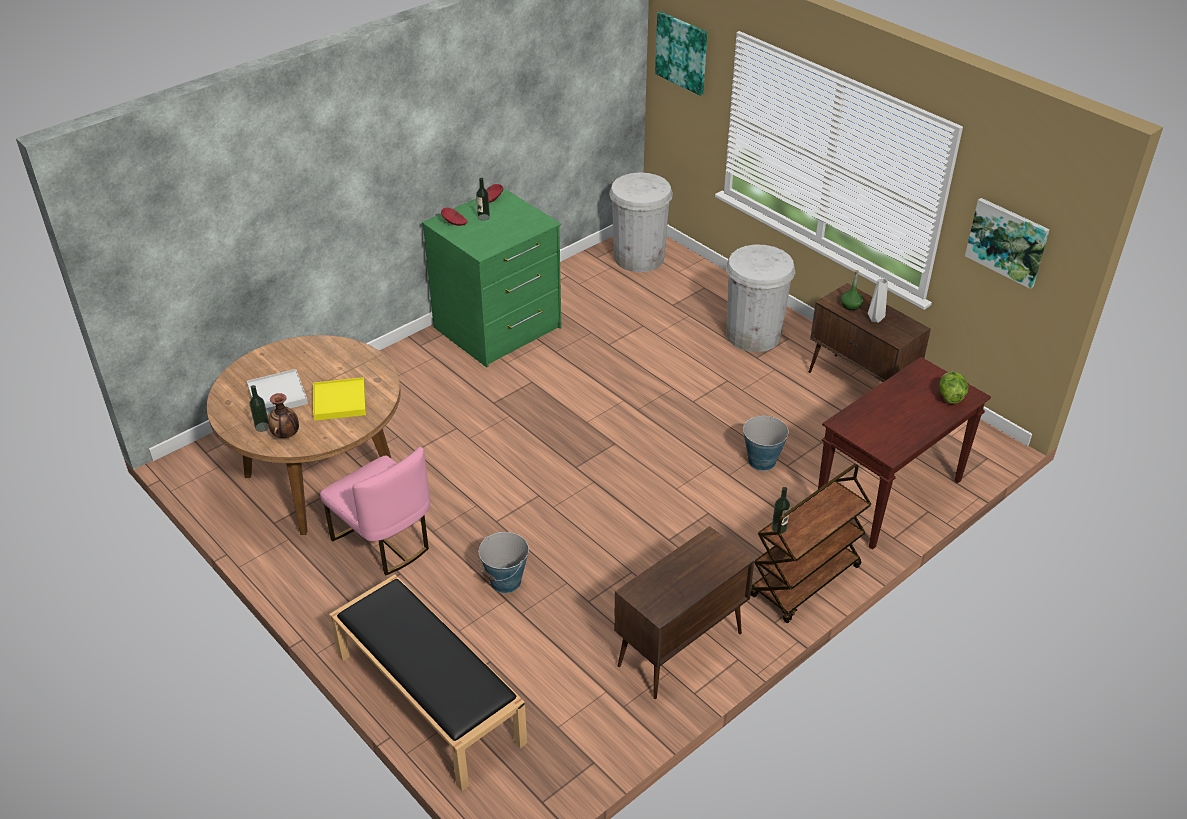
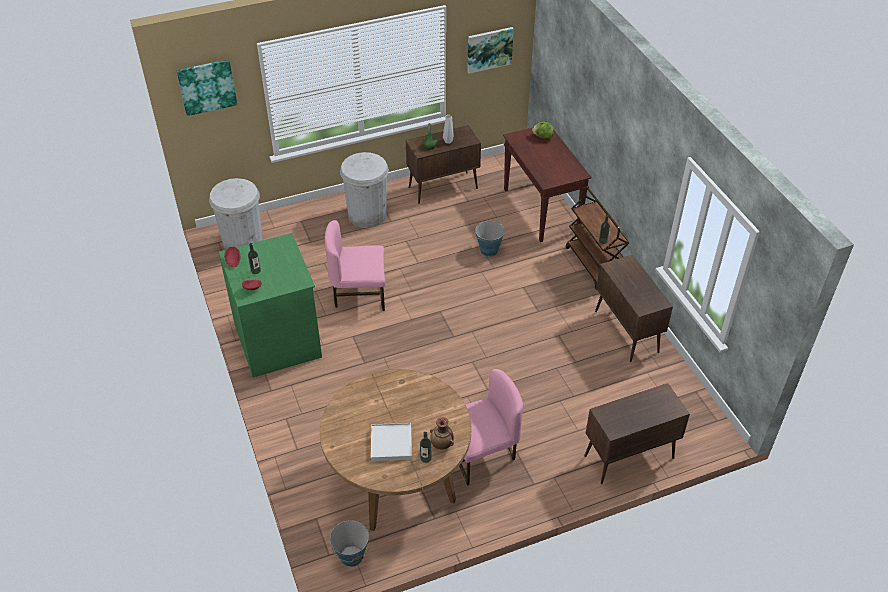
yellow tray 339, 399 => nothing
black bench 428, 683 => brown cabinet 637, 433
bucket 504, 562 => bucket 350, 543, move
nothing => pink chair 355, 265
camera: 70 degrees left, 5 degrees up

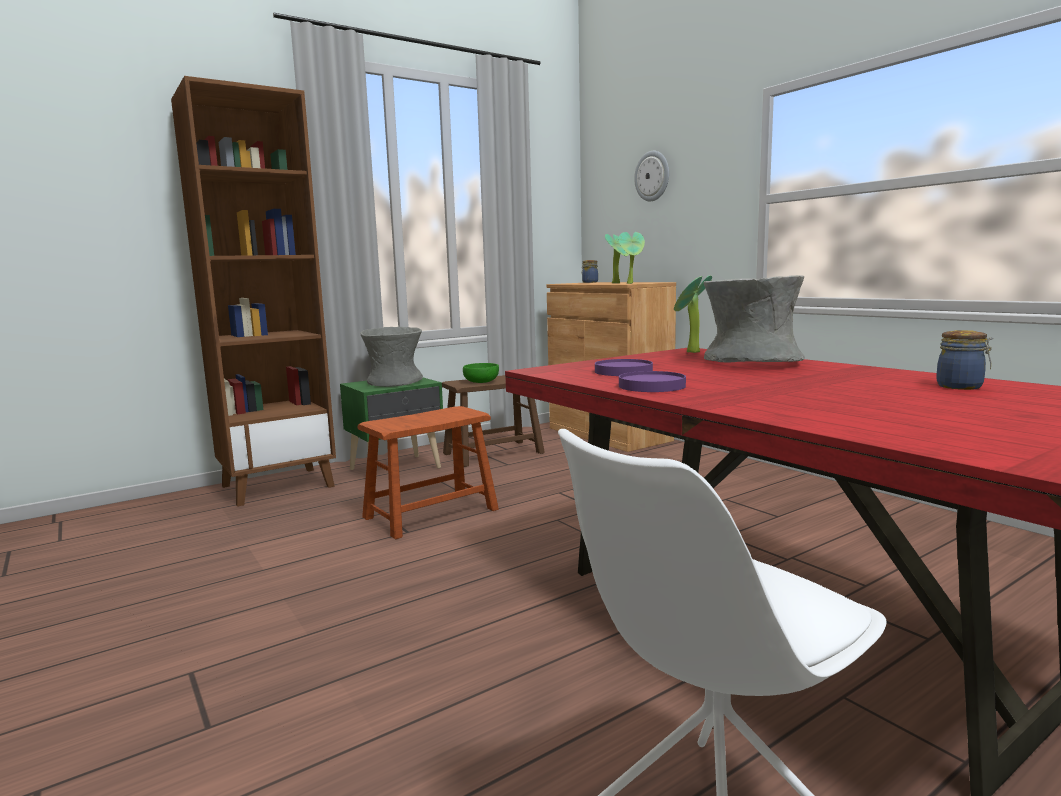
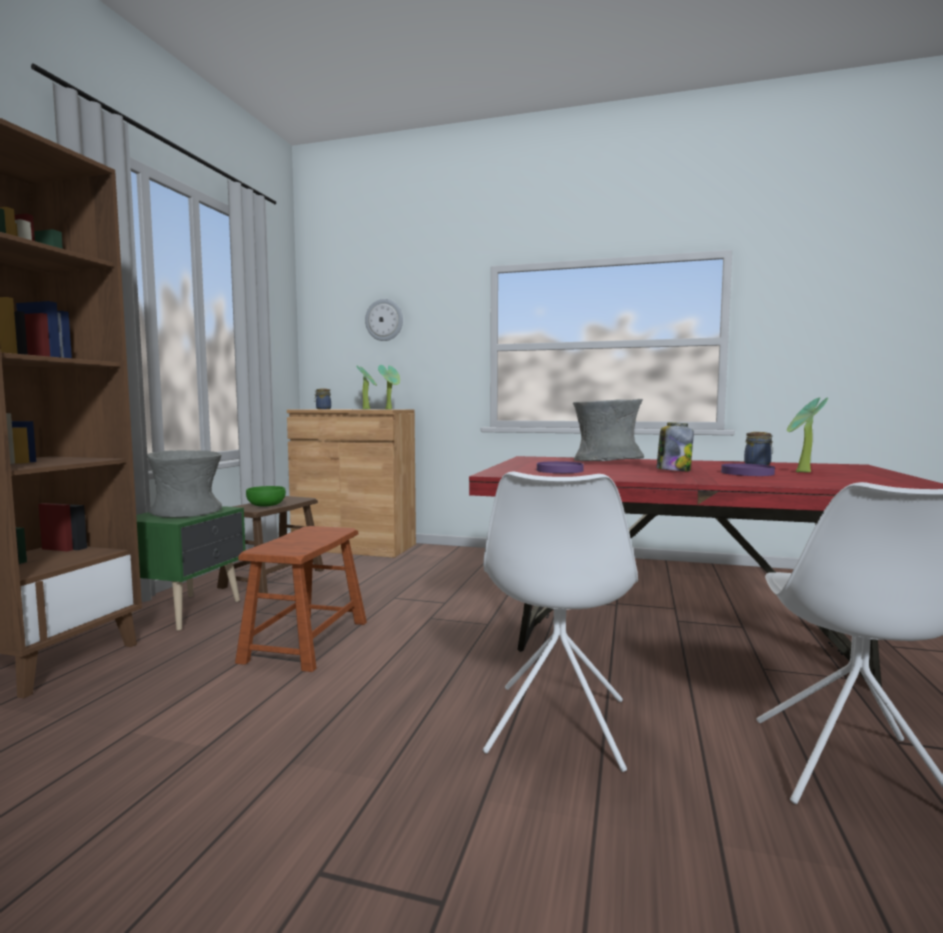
purple plate 652, 381 => purple plate 748, 469, move
potted plant 693, 314 => potted plant 807, 435, move
nothing => white chair 560, 622
nothing => jar 675, 446
camera: 40 degrees left, 5 degrees down

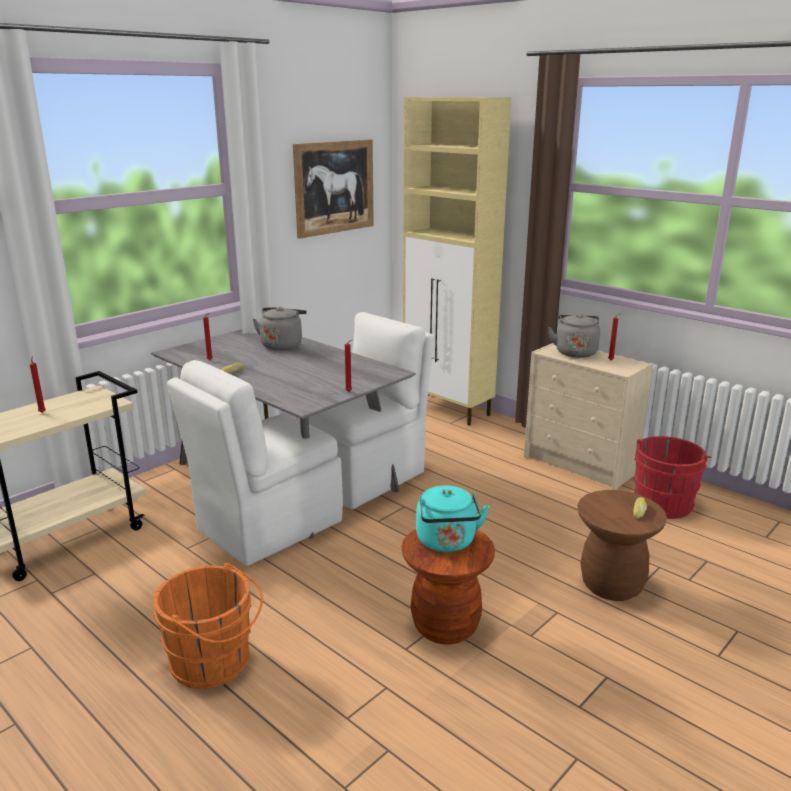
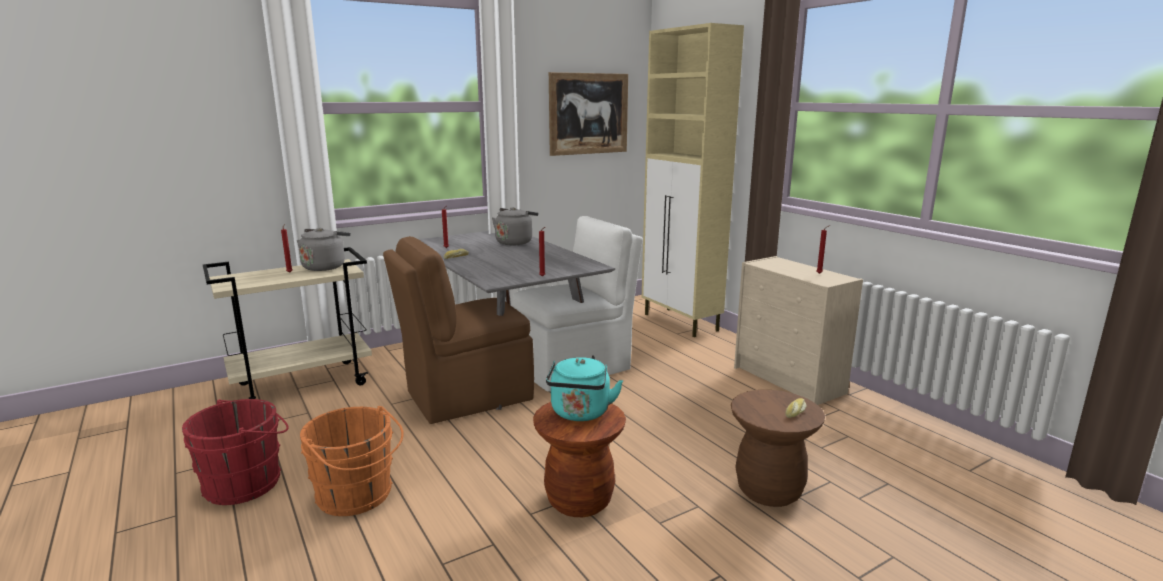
white chair 255, 463 => brown chair 458, 330
grey kettle 574, 336 => grey kettle 324, 249, move
red bucket 672, 477 => red bucket 235, 452, move
camera: 15 degrees right, 5 degrees down

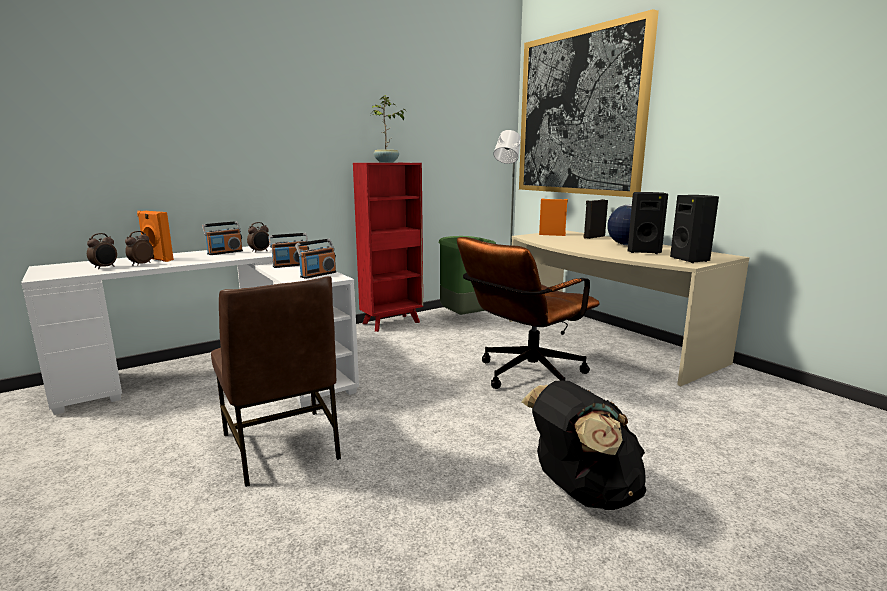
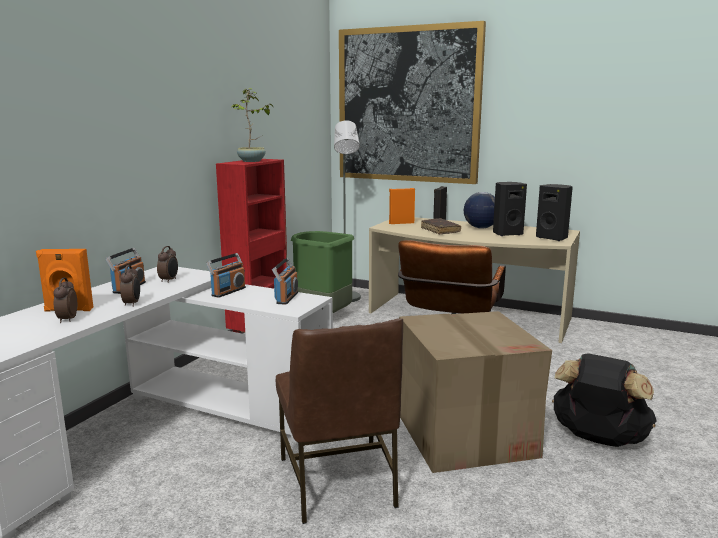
alarm clock 102, 251 => alarm clock 130, 286, move
brown chair 276, 381 => brown chair 339, 421, 45 degrees clockwise
nothing => cardboard box 475, 392
nothing => brown book 441, 226
camera: 30 degrees left, 0 degrees up

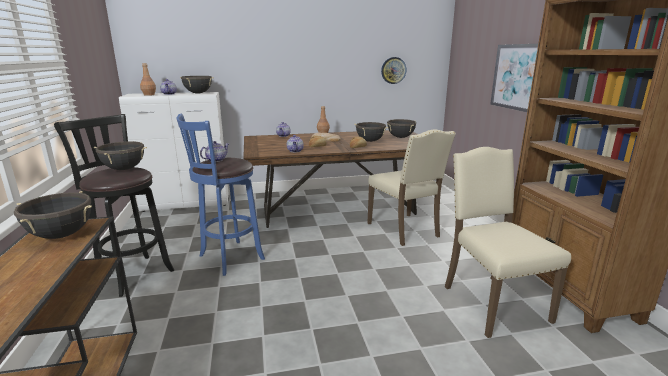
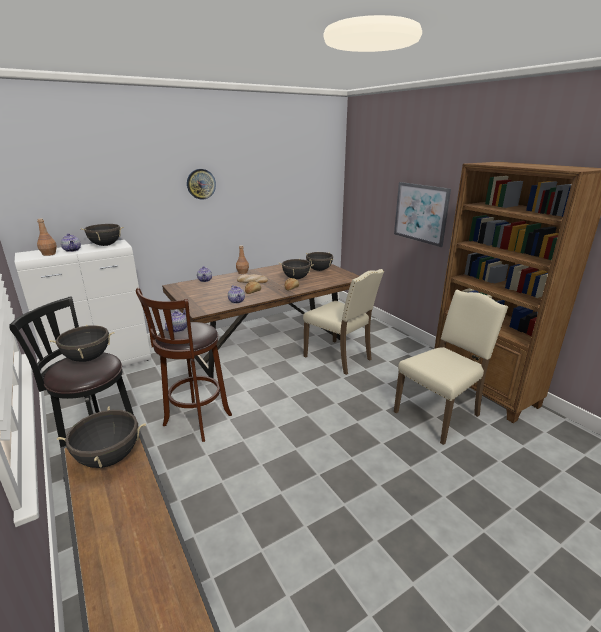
blue stool 221, 195 => brown stool 184, 365
wall clock 393, 70 => wall clock 201, 184, move
beige chair 508, 242 => beige chair 451, 367, 90 degrees clockwise
camera: 20 degrees left, 5 degrees up

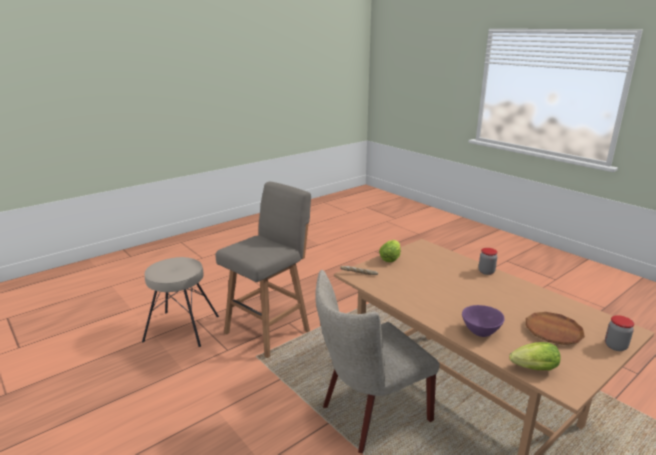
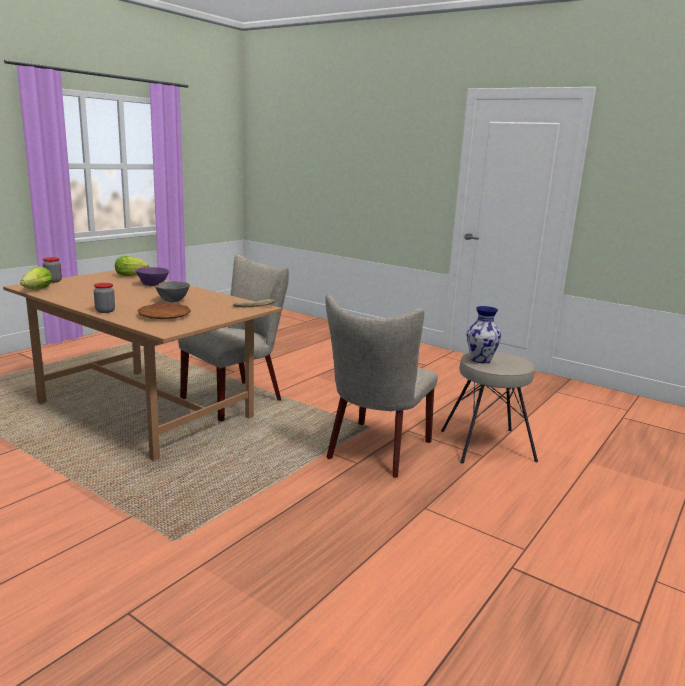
grey stool 263, 270 => beige chair 382, 386
lettuce 390, 251 => lettuce 36, 278, move
brown plate 555, 328 => brown plate 164, 311, move
nothing => grey bowl 172, 291
nothing => vase 484, 334
camera: 165 degrees right, 5 degrees down

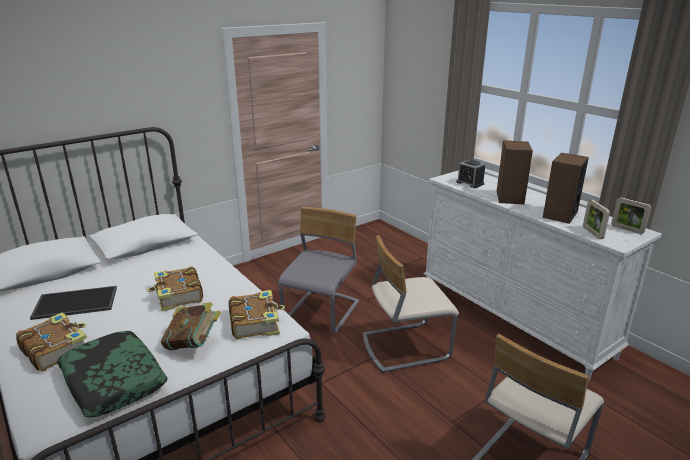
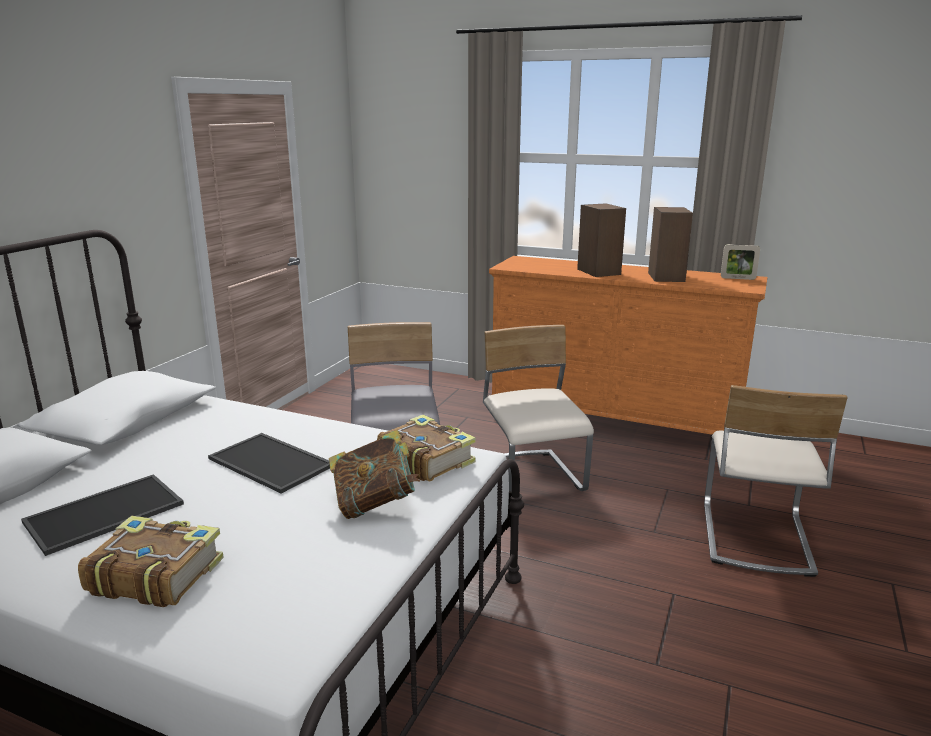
pillow 112, 374 => nothing
book 175, 288 => tray 269, 463
beige chair 411, 304 => beige chair 538, 408, 120 degrees clockwise
white dresser 542, 276 => orange dresser 628, 345
alarm clock 470, 174 => nothing
picture frame 596, 219 => nothing
camera: 30 degrees left, 5 degrees down

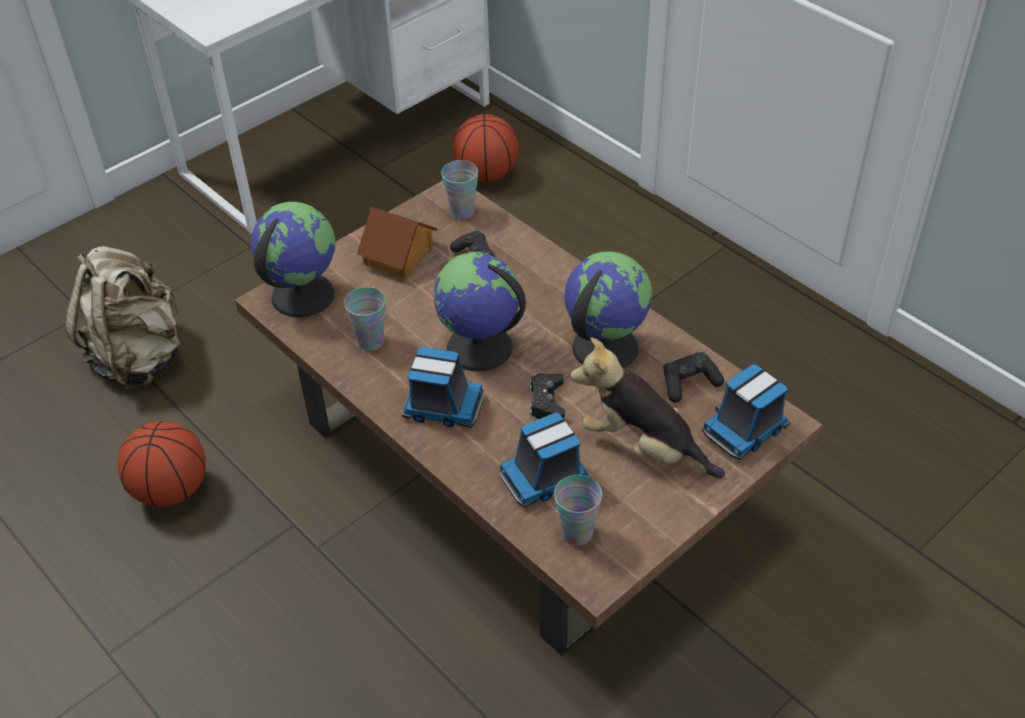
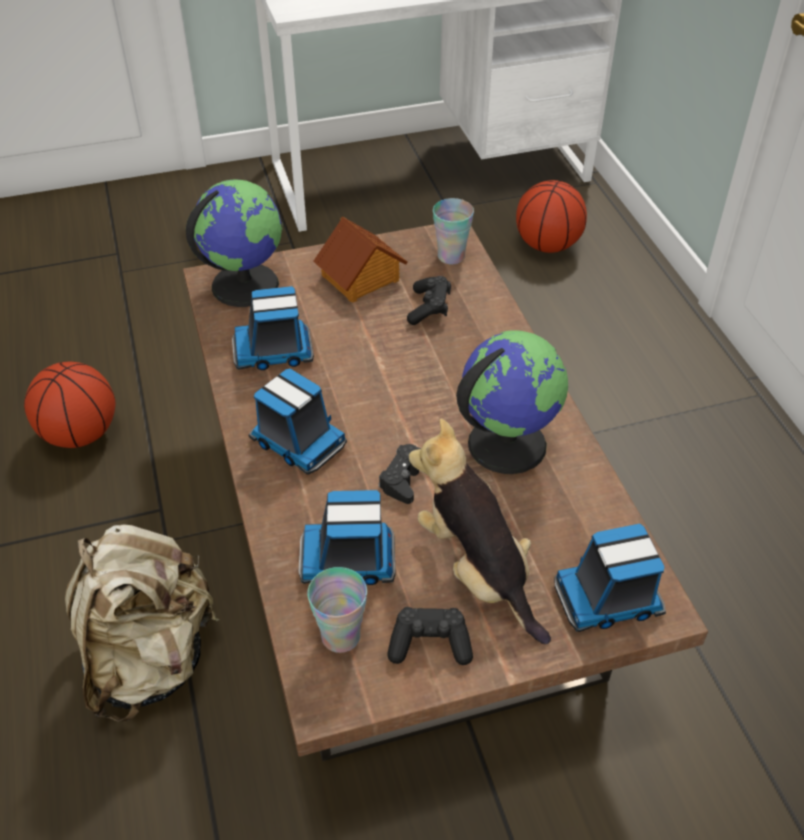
beige backpack 122, 318 => beige backpack 142, 623, move
cup 365, 319 => toy truck 273, 328
globe 480, 312 => nothing
black game controller 693, 377 => black game controller 430, 636, move
camera: 25 degrees right, 0 degrees up

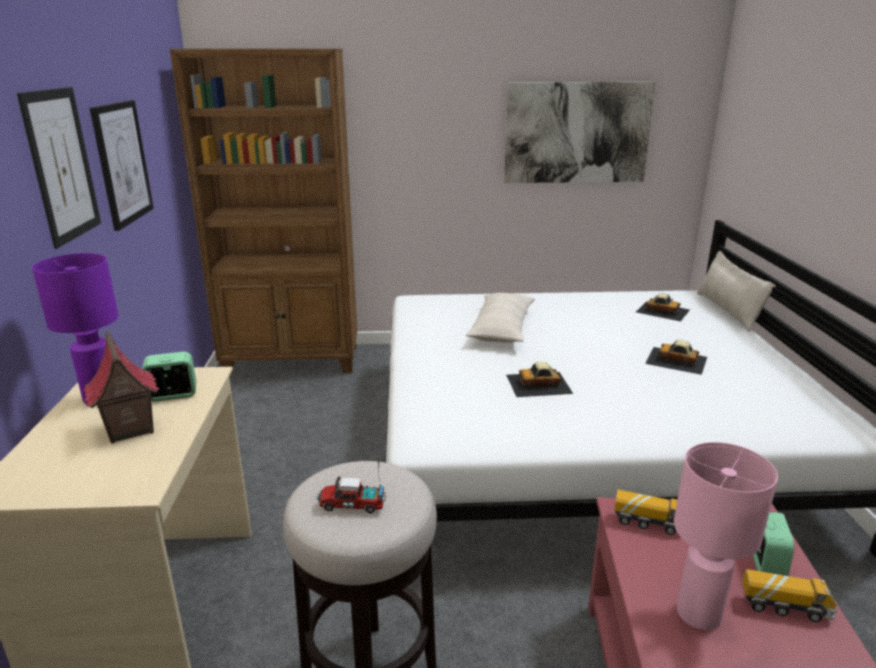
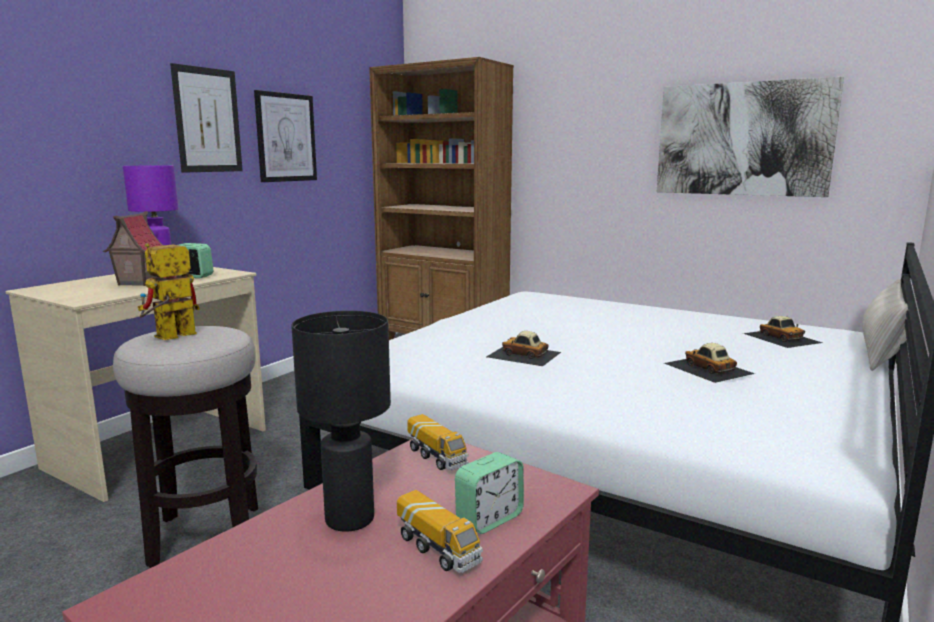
toy truck 351, 485 => toy robot 169, 291
beige pillow 500, 318 => nothing
pink table lamp 726, 536 => black table lamp 341, 421
camera: 35 degrees right, 10 degrees down

